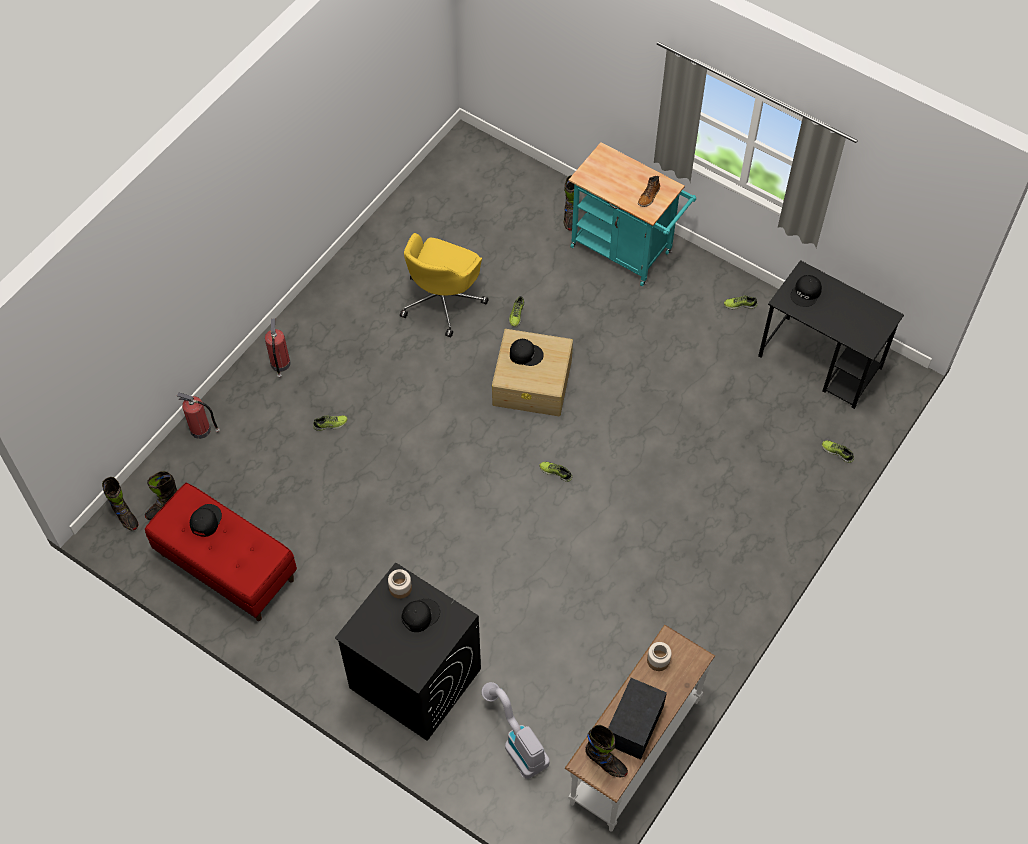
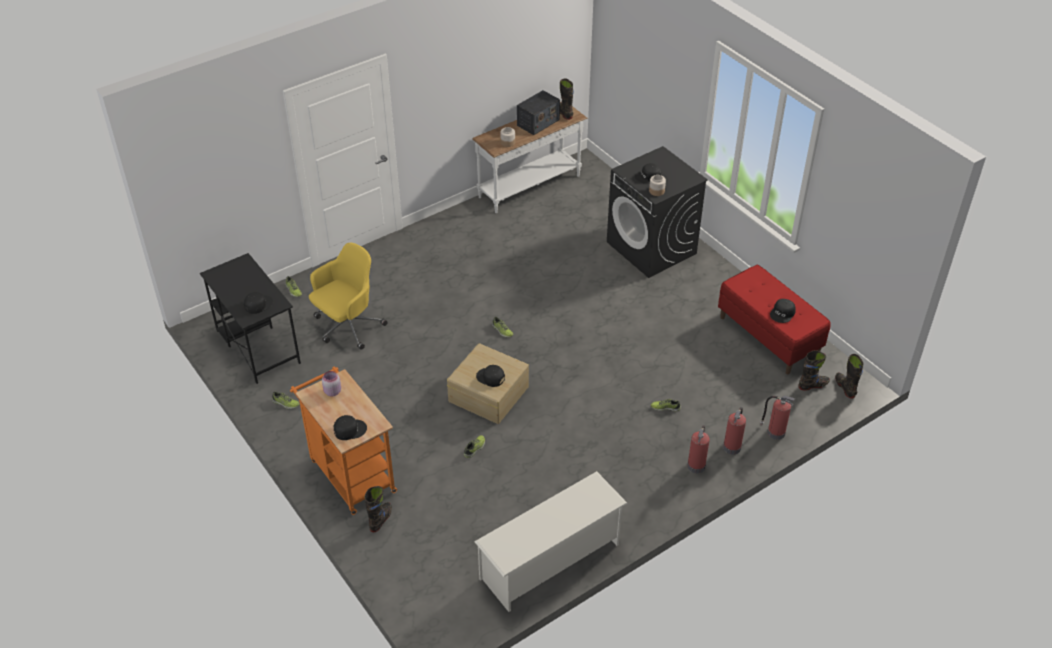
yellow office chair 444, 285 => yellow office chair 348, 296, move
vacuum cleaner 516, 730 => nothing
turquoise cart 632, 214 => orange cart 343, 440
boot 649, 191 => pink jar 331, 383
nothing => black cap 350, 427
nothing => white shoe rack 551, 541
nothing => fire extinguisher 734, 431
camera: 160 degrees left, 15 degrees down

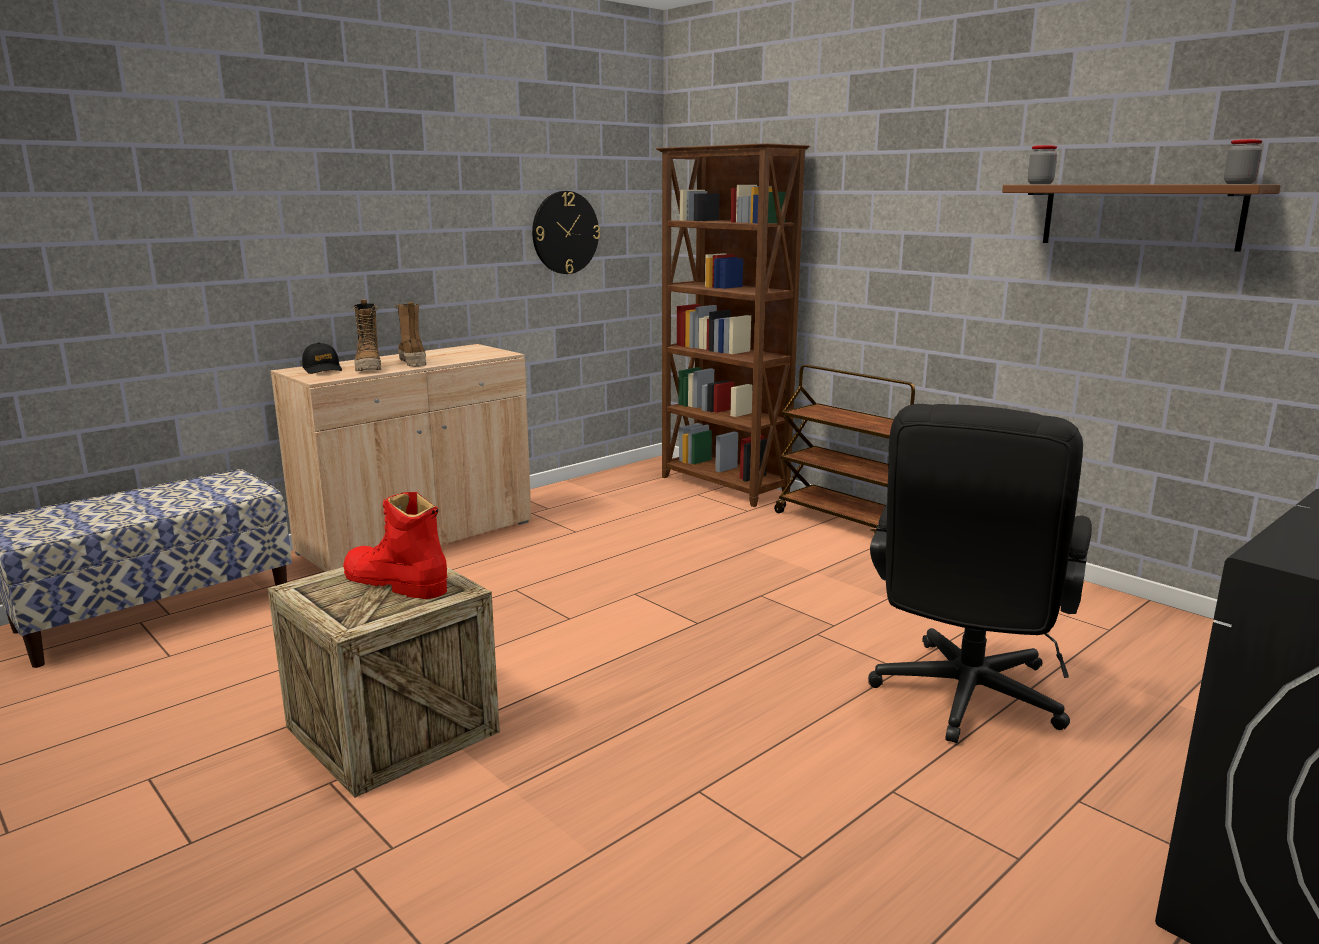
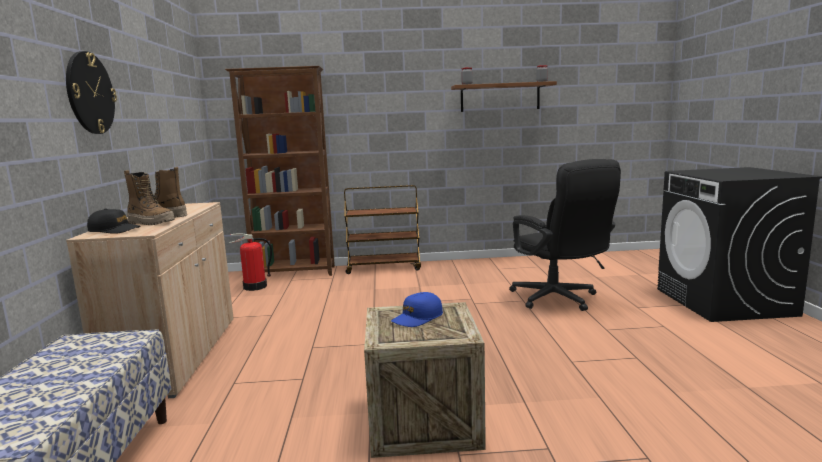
red boot 395, 545 => blue cap 417, 309
wall clock 566, 232 => wall clock 91, 92, move
nothing => fire extinguisher 250, 262
camera: 50 degrees left, 5 degrees down

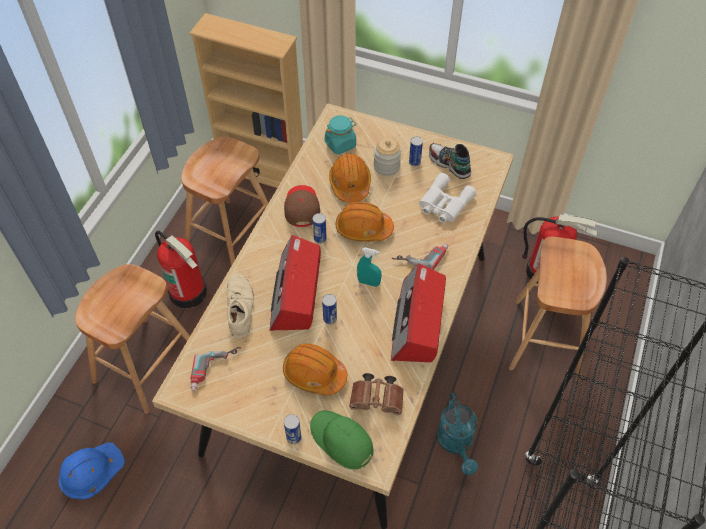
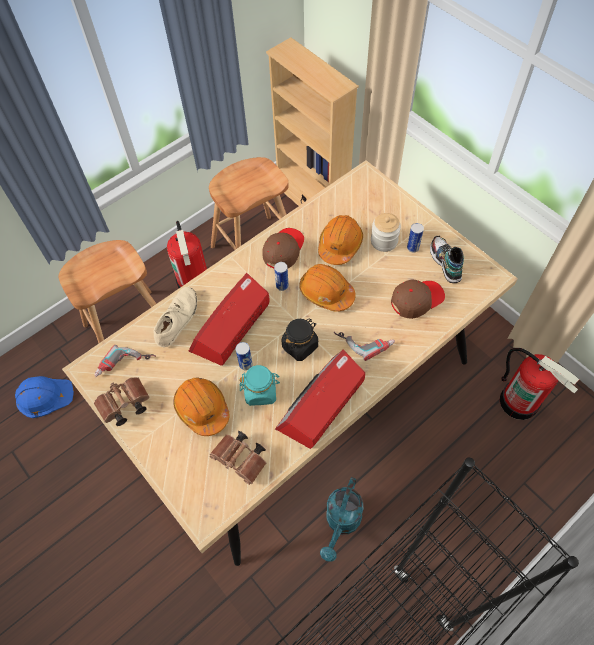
can 292, 429 => nothing
green cap 341, 439 => nothing
turquoise jar 341, 134 => turquoise jar 259, 385, move
turquoise spray bottle 369, 267 => black jar 300, 340
white binoculars 447, 198 => brown cap 418, 299
brown stool 558, 309 => nothing
nothing => brown binoculars 121, 401
camera: 30 degrees right, 5 degrees up

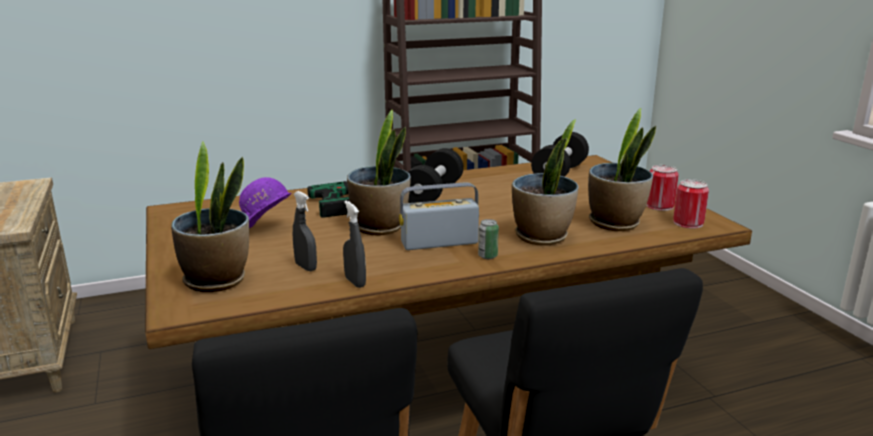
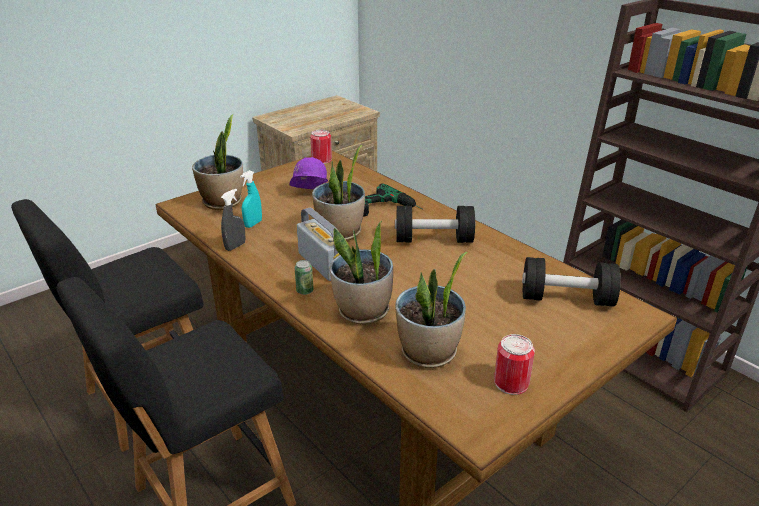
grey spray bottle 305, 231 => turquoise spray bottle 251, 199
can 691, 204 => can 321, 147, move
camera: 70 degrees right, 10 degrees up

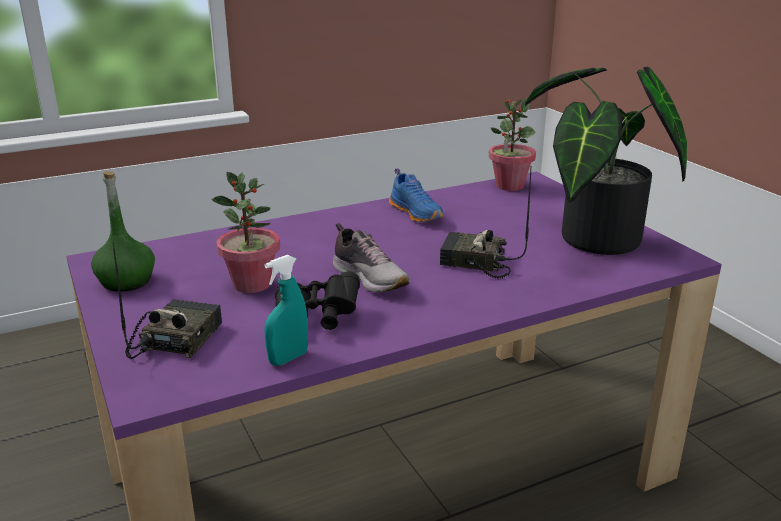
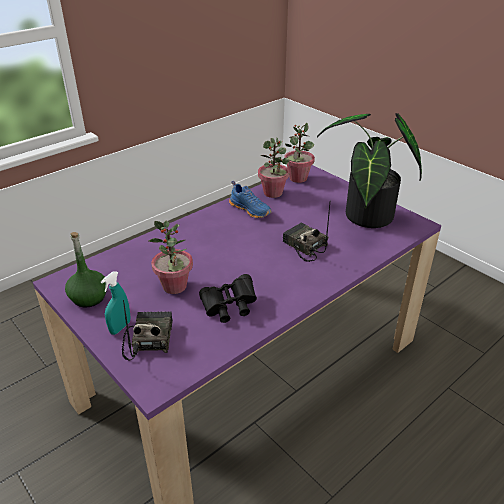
turquoise spray bottle 286, 310 => turquoise spray bottle 115, 303, move
shoe 371, 257 => nothing
radio 485, 222 => radio 306, 232, 45 degrees clockwise
nothing => potted plant 273, 168
camera: 15 degrees left, 10 degrees up

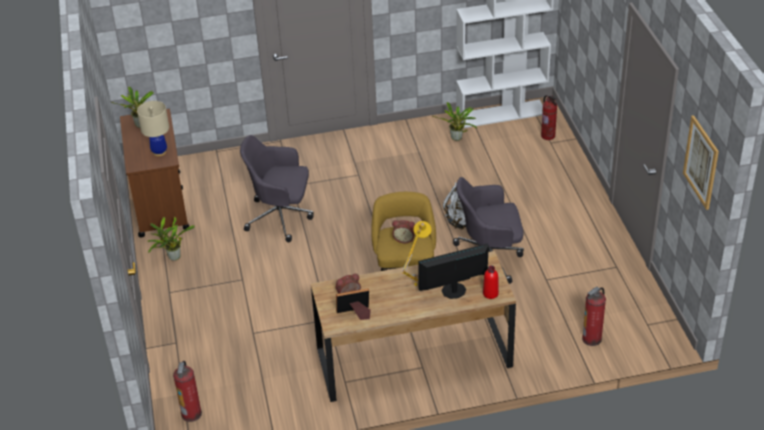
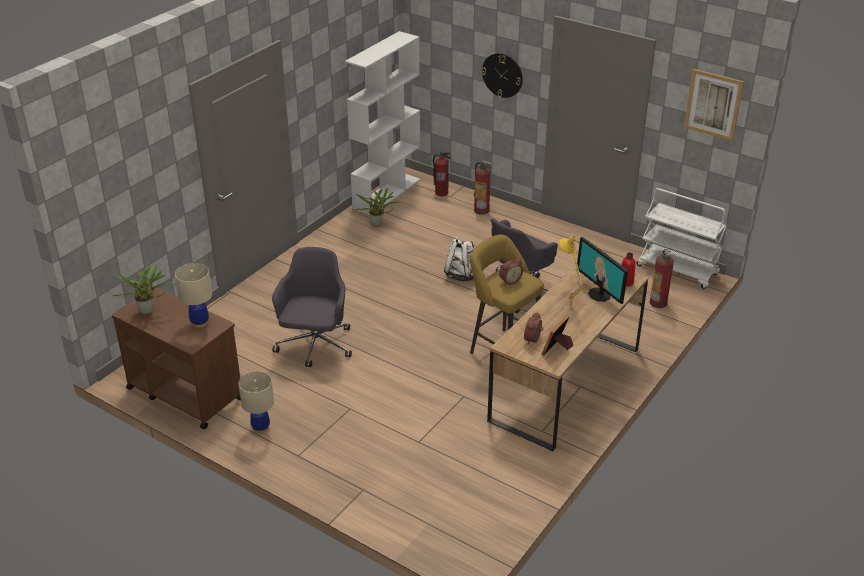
potted plant 171, 239 => beige table lamp 256, 402
fire extinguisher 187, 391 => fire extinguisher 483, 187, move
grey office chair 277, 188 => grey office chair 312, 307, 135 degrees clockwise
monitor 453, 271 => monitor 602, 270, 60 degrees counterclockwise
nothing => wall clock 502, 75
nothing => white cart 681, 238
camera: 45 degrees left, 5 degrees down

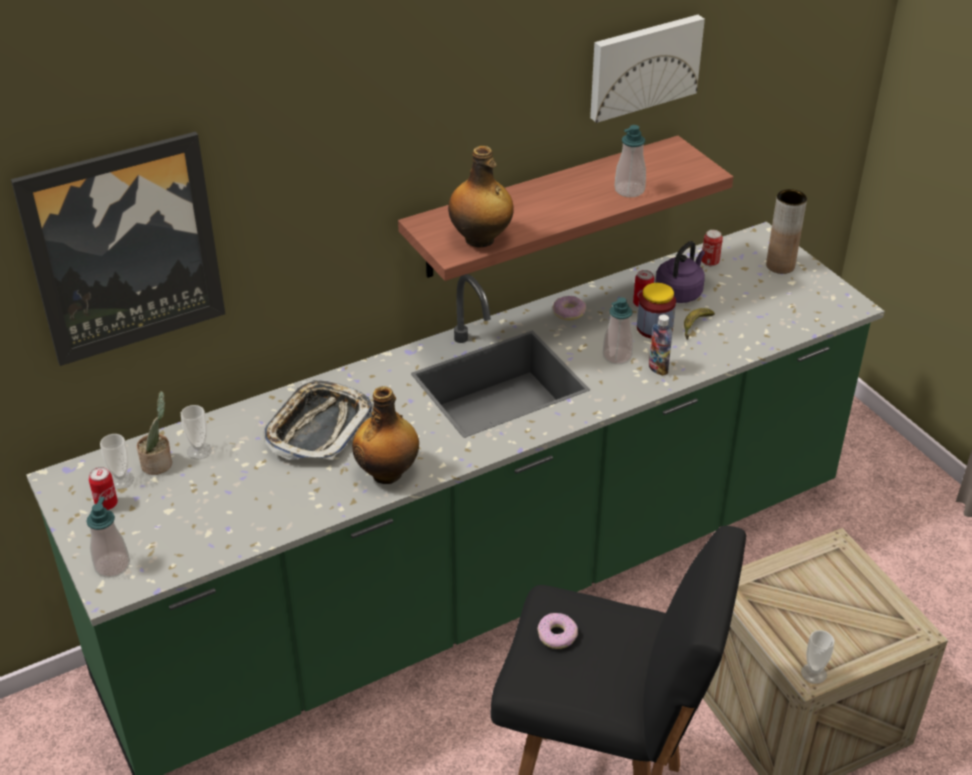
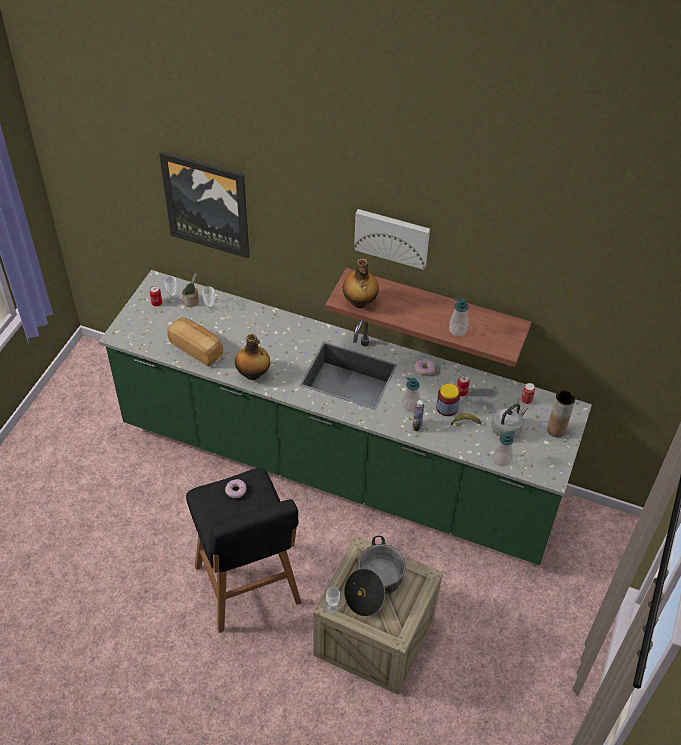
soap dispenser 108, 537 => soap dispenser 503, 448, move
tray 318, 420 => nothing
picture 647, 69 => picture 392, 239, move
purple kettle 680, 272 => nothing
nothing => bread 195, 342
nothing => cooking pot 375, 576
nothing => grey kettle 510, 420
camera: 50 degrees right, 10 degrees up

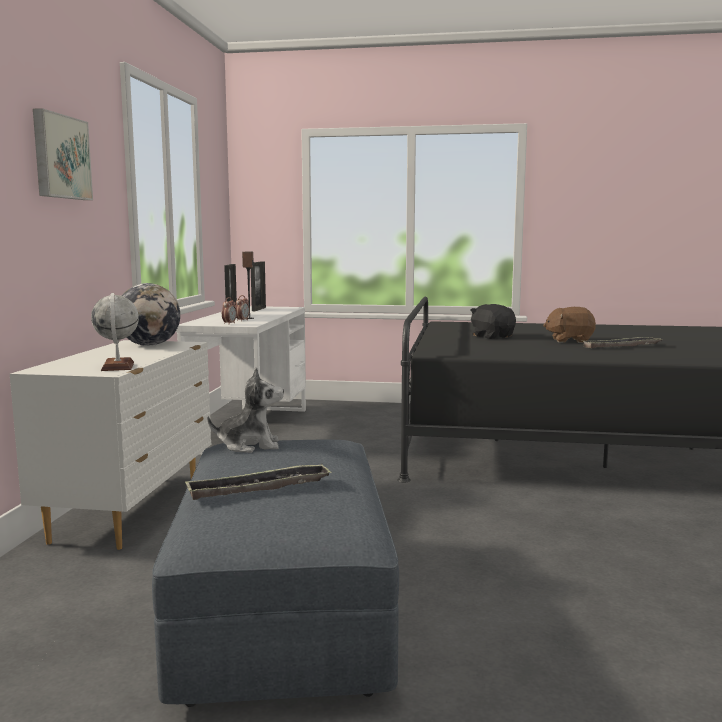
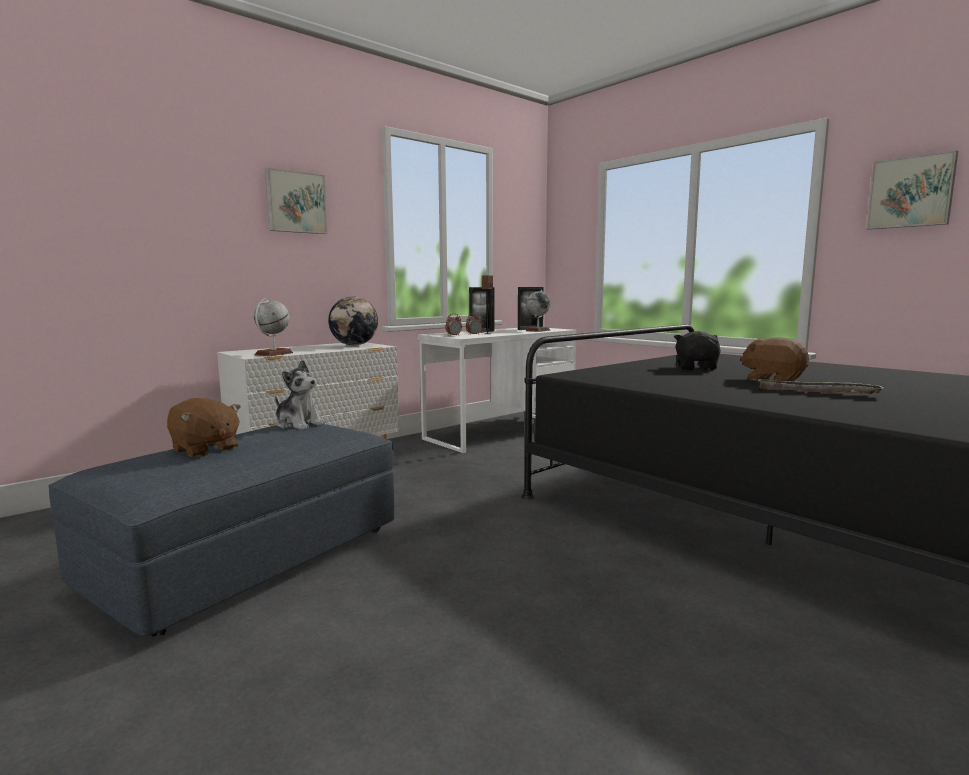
tray 258, 481 => brown plush toy 204, 428
nothing => globe 538, 311
nothing => picture 912, 190
camera: 40 degrees right, 0 degrees up

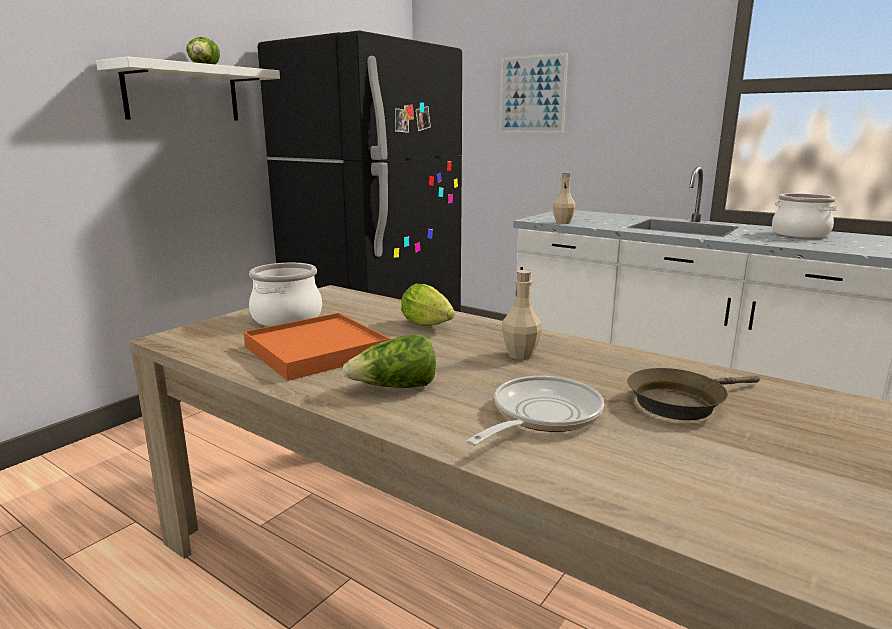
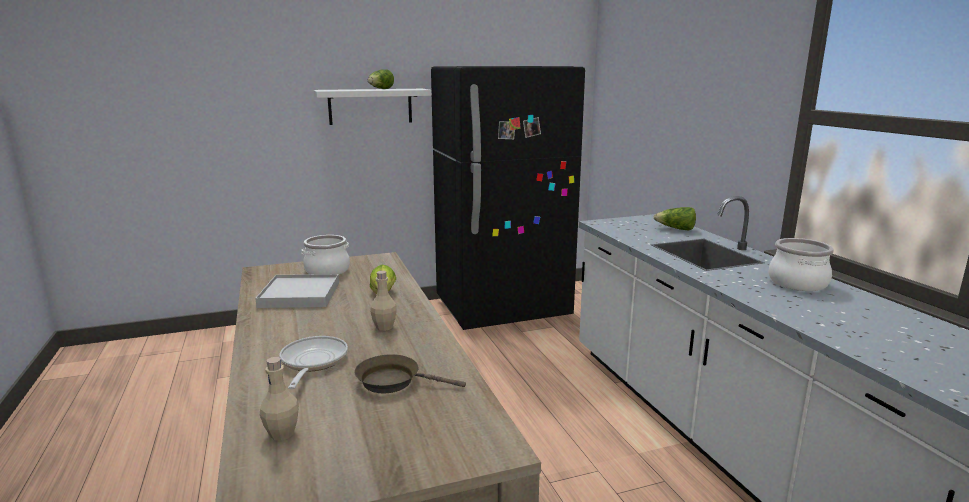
orange tray 317, 347 => white tray 297, 291
lettuce 389, 361 => lettuce 675, 218, move
frying pan 535, 411 => frying pan 314, 362, 75 degrees counterclockwise
picture 533, 93 => nothing
beige bottle 564, 198 => beige bottle 279, 398, move
camera: 35 degrees right, 0 degrees up

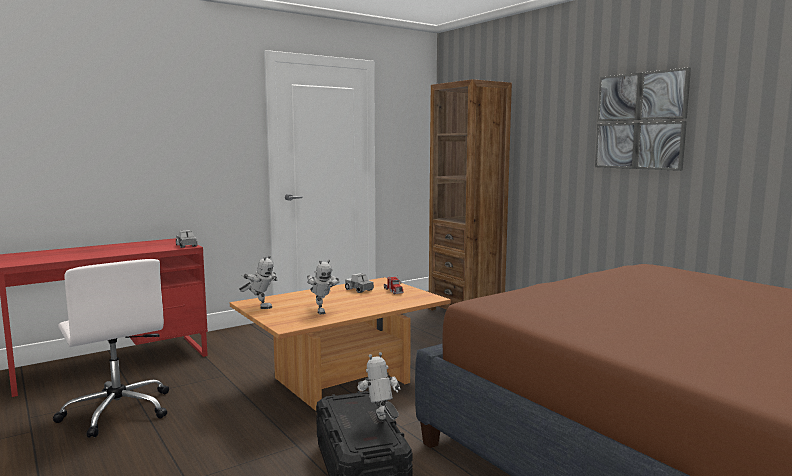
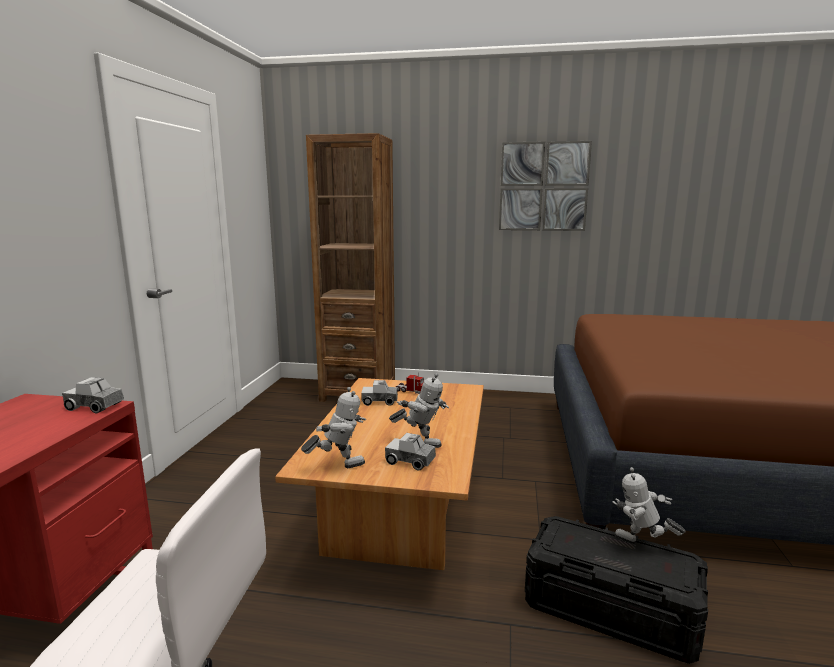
nothing => toy truck 410, 451
camera: 45 degrees left, 5 degrees up

